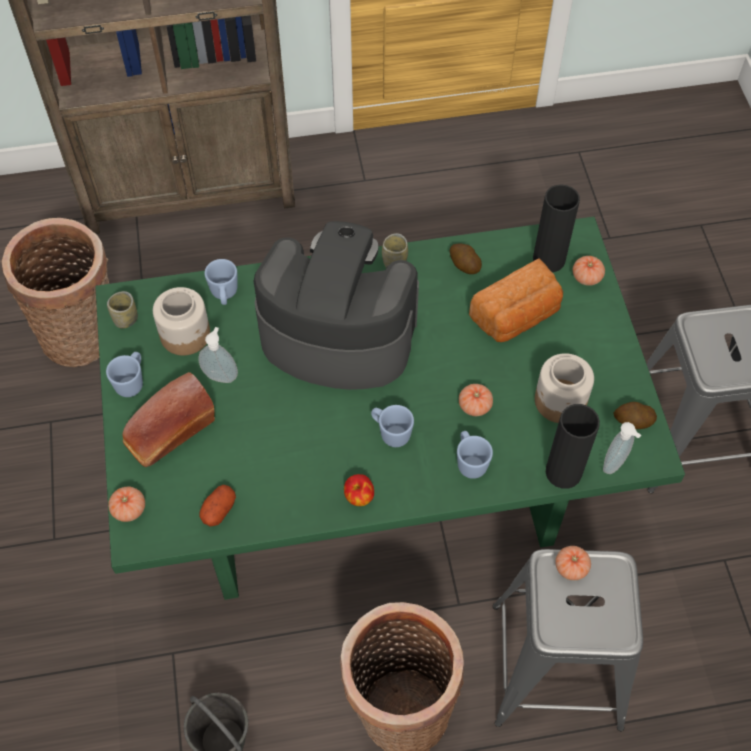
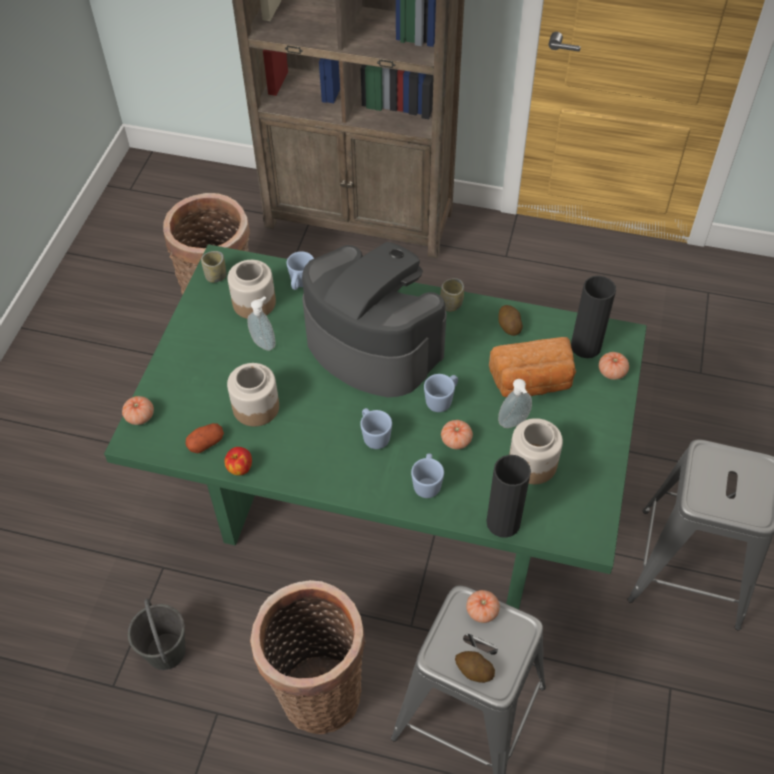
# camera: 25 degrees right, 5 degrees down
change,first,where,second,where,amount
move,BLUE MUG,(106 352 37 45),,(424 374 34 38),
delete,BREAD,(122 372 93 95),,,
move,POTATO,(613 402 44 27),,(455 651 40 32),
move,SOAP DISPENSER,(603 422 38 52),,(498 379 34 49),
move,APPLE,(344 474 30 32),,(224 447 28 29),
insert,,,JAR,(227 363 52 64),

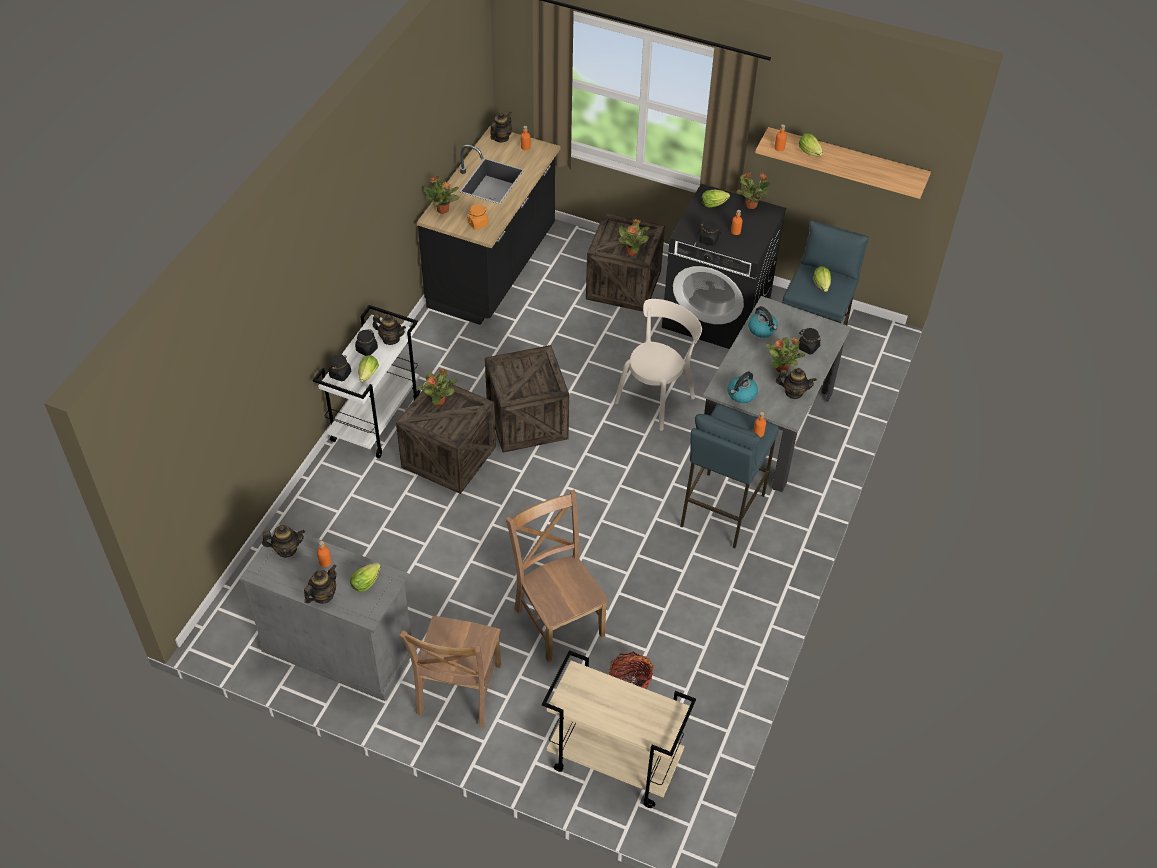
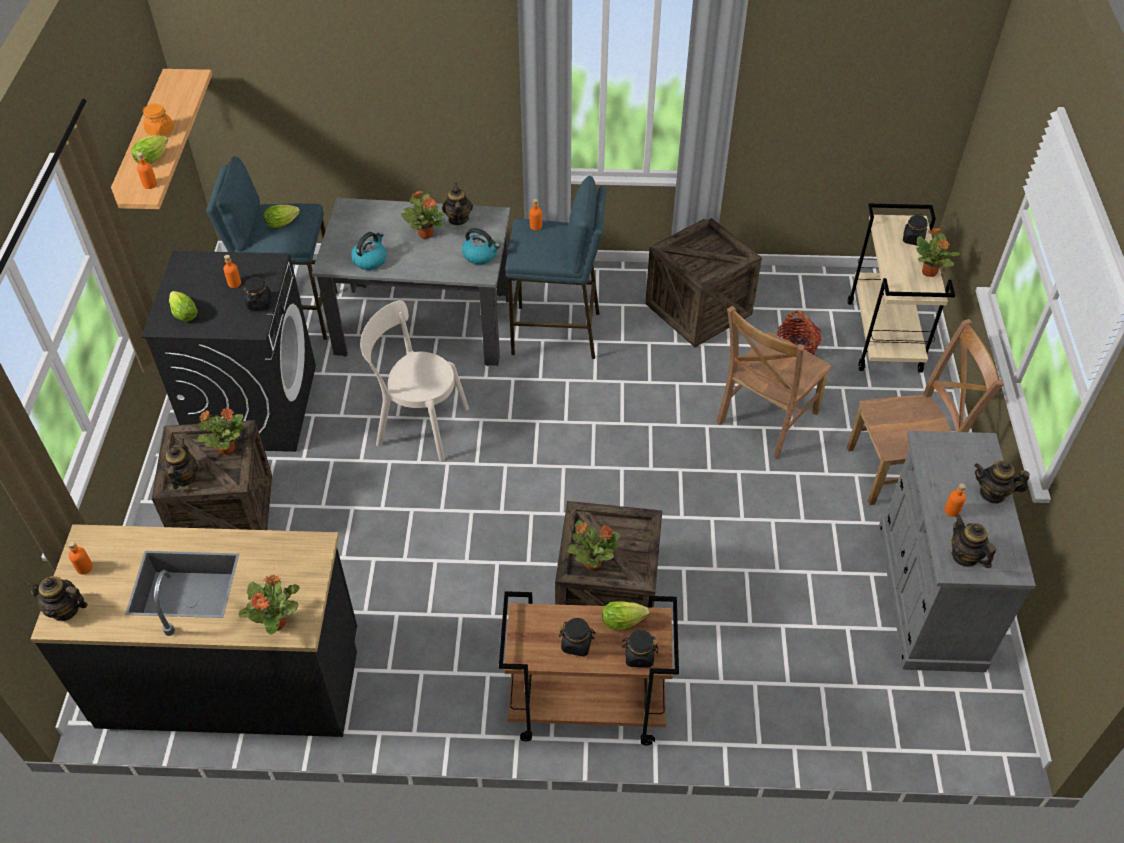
# camera: 110 degrees left, 0 degrees up
change,first,where,second,where,amount
move,POTTED PLANT,(736 172 35 37),,(916 228 44 49),
move,ORANGE JAR,(467 204 21 26),,(143 104 31 32),
recolor,WHITE CART,(313 305 107 153),BROWN CART,(499 591 180 155),
move,TEAPOT,(373 314 33 31),,(163 438 35 51),
move,BLACK JAR,(799 328 22 26),,(903 214 25 31),
move,CRATE,(485 345 84 108),,(645 218 117 129),
delete,LETTUCE,(350 563 31 29),,,

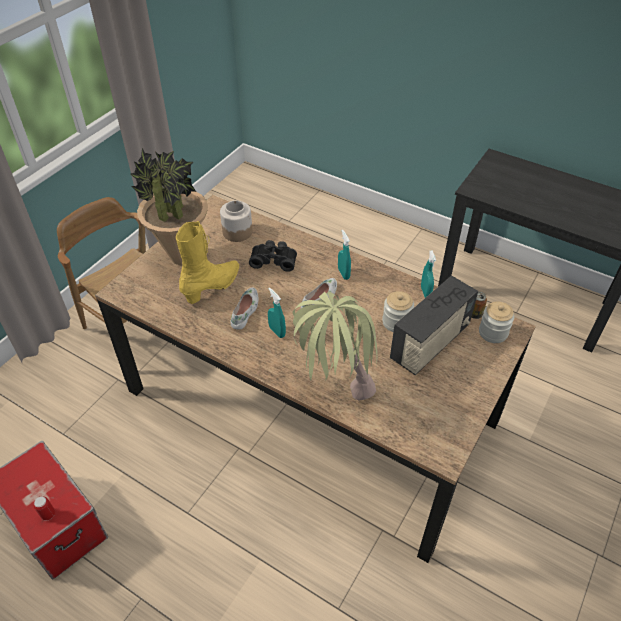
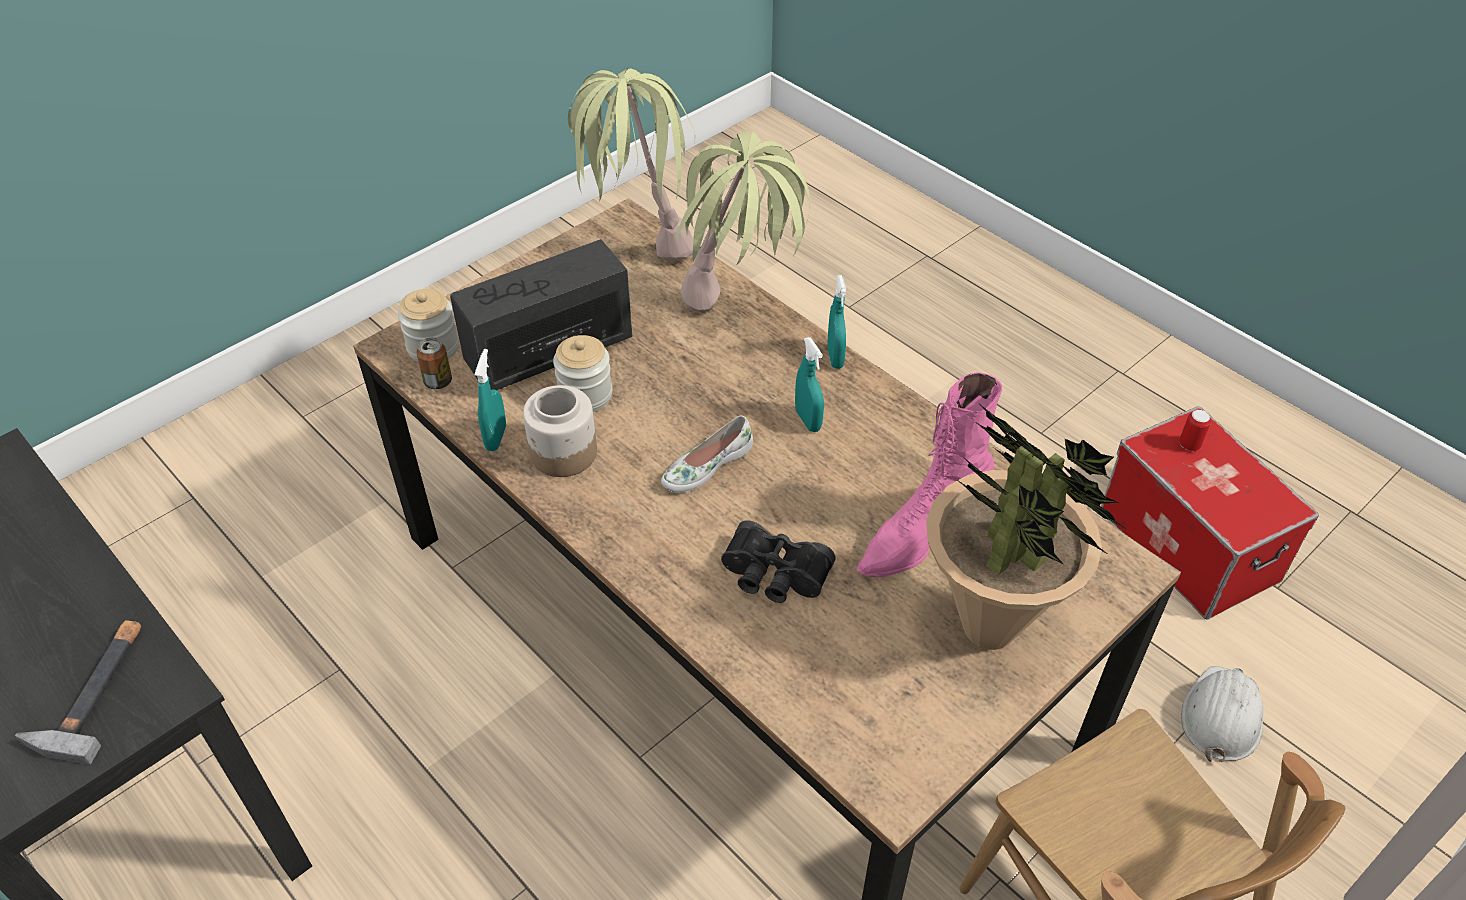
# camera: 165 degrees left, 0 degrees up
change,first,where,second,where,amount
move,JAR,(220 200 33 42),,(523 385 74 92),
recolor,YELLOW BOOT,(176 221 63 83),PINK BOOT,(857 372 145 205),
move,TURQUOISE SPRAY BOTTLE,(338 230 13 50),,(827 275 19 94),
delete,WHITE SHOE,(230 288 29 42),,,
insert,,,POTTED PLANT,(568 68 127 193),
insert,,,HAMMER,(15 620 126 144),
insert,,,WHITE HARD HAT,(1181 666 82 96),

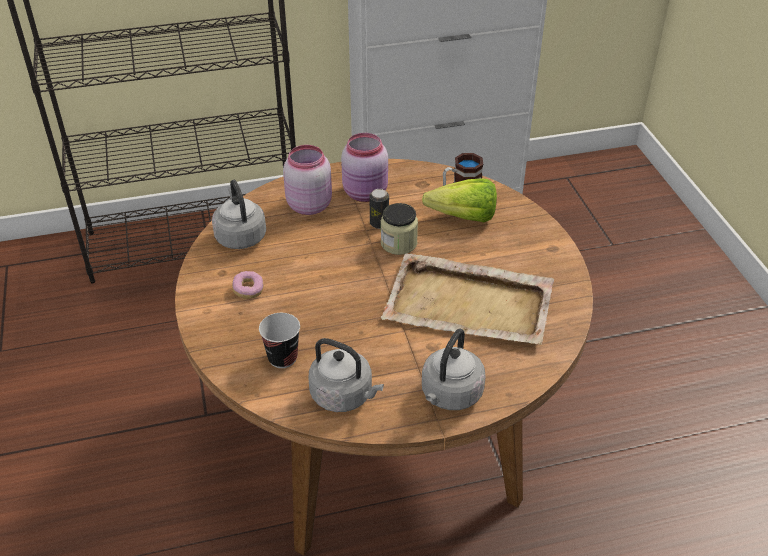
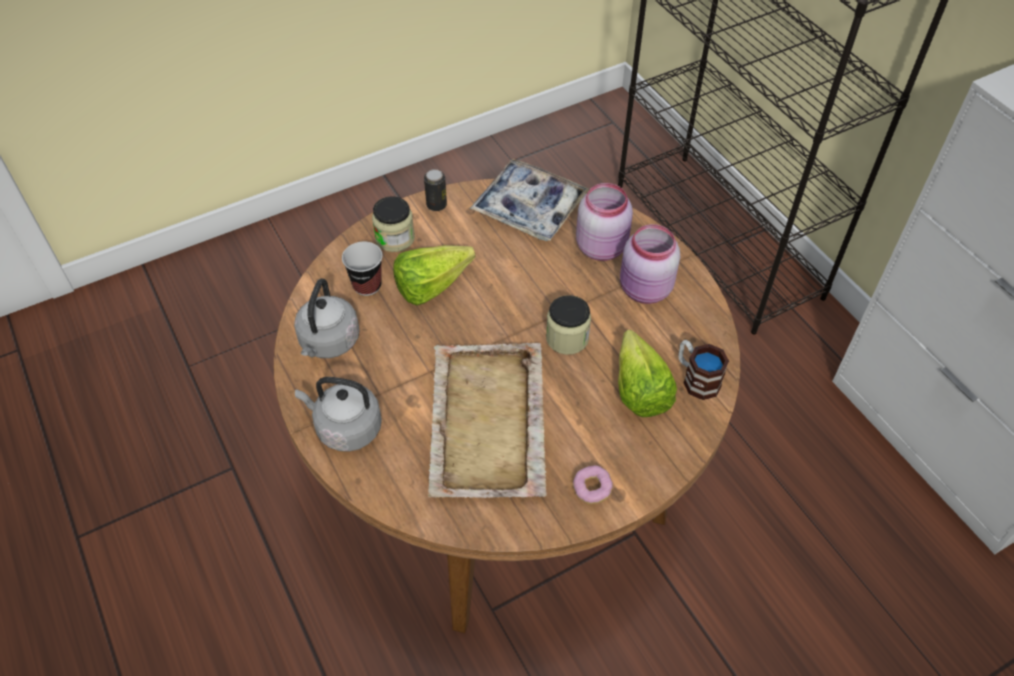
# camera: 75 degrees right, 10 degrees up
change,first,where,second,where,amount
replace,GREY KETTLE,(212 180 54 69),TRAY,(470 159 119 82),
move,CAN,(369 189 20 40),,(424 169 23 42),
move,DONUT,(232 271 32 28),,(573 465 40 39),
insert,,,JAR,(372 196 43 56),
insert,,,LETTUCE,(393 245 82 60),

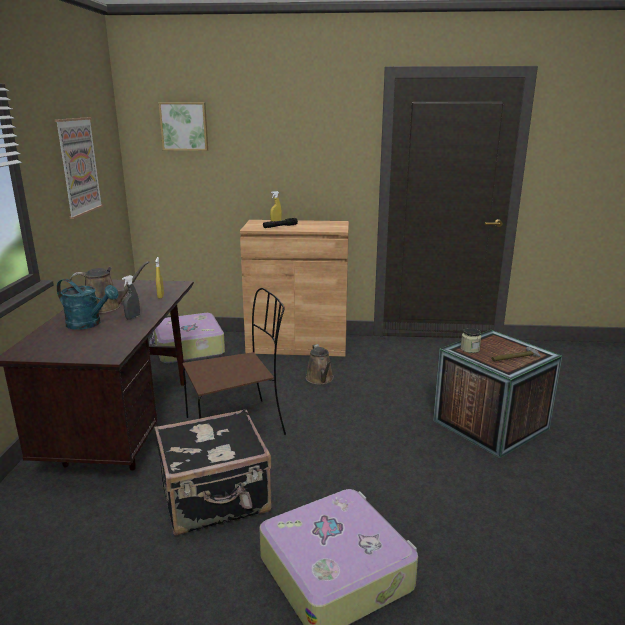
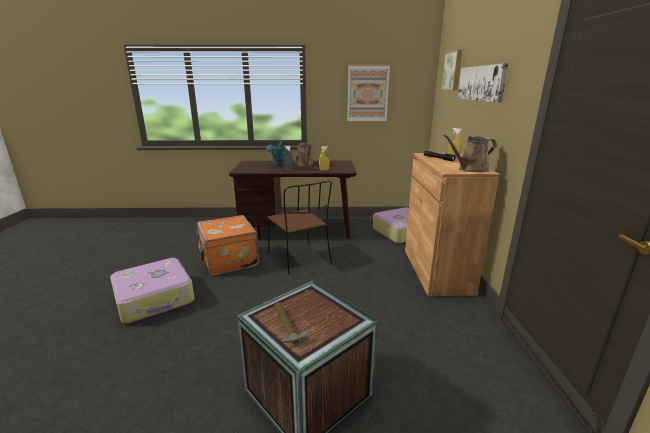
# camera: 85 degrees right, 0 degrees up
change,first,where,second,where,amount
delete,JAR,(461 328 20 25),,,
move,BROWN WATERING CAN,(306 344 28 41),,(443 134 53 38),
recolor,BLACK SUITCASE,(154 409 118 127),ORANGE SUITCASE,(197 215 62 61),
insert,,,PICTURE,(457 63 52 40),

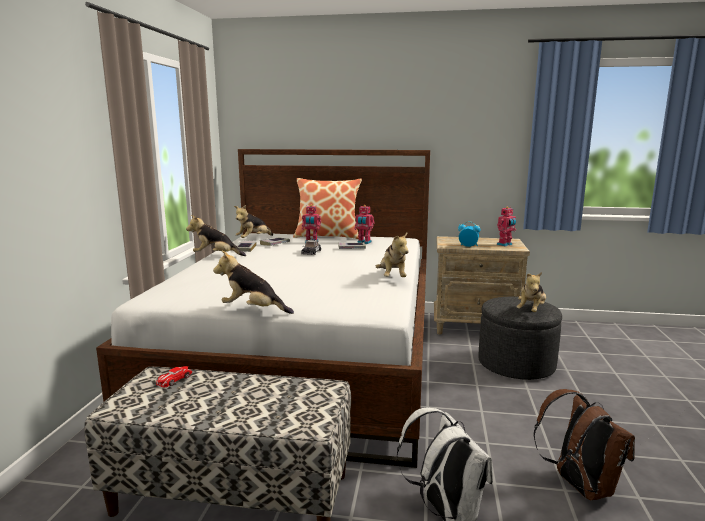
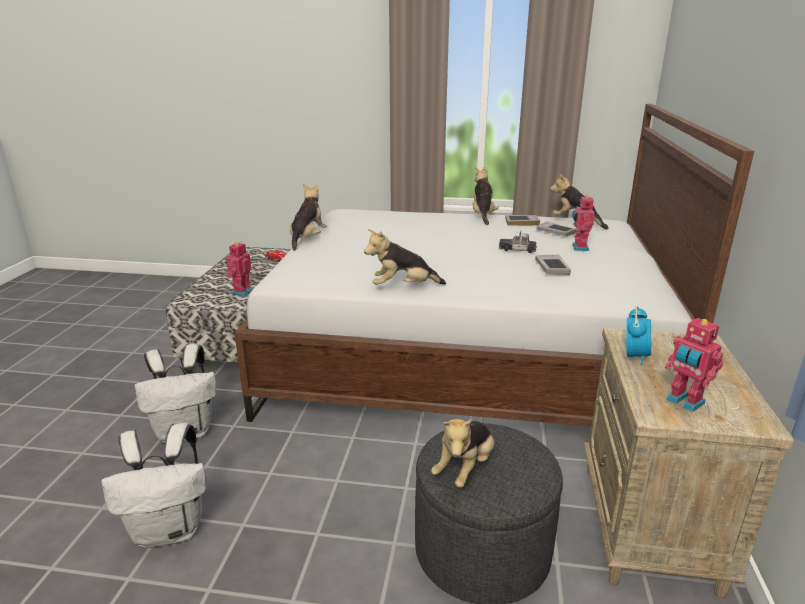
# camera: 90 degrees right, 10 degrees up
change,first,where,second,where,amount
delete,PILLOW,(293 178 69 61),,,
move,TOY ROBOT,(354 205 21 39),,(226 241 27 56),
rotate,PLUSH TOY,(517 272 29 40),,(431 418 64 70),90 degrees counterclockwise
recolor,BROWN BACKPACK,(533 389 102 111),WHITE BACKPACK,(101 423 105 125),

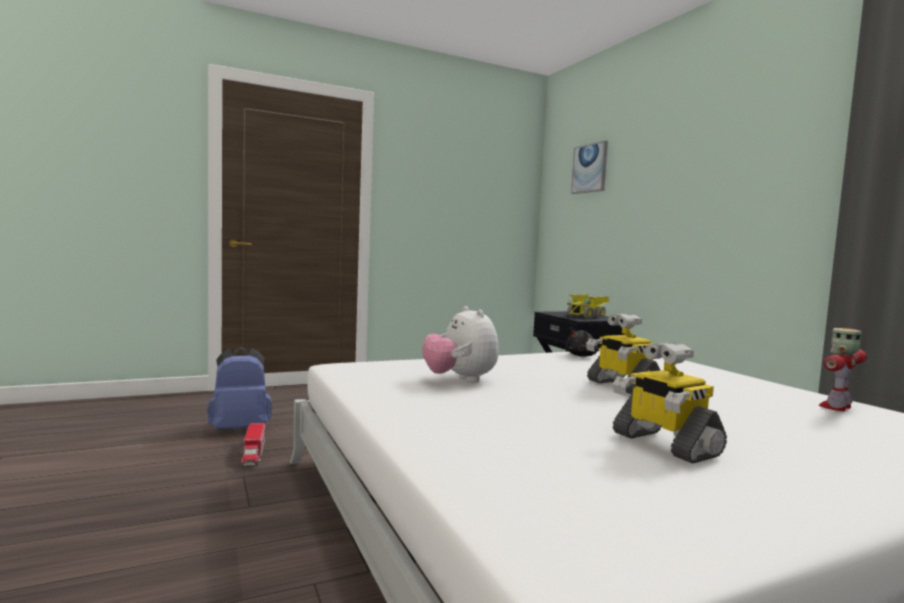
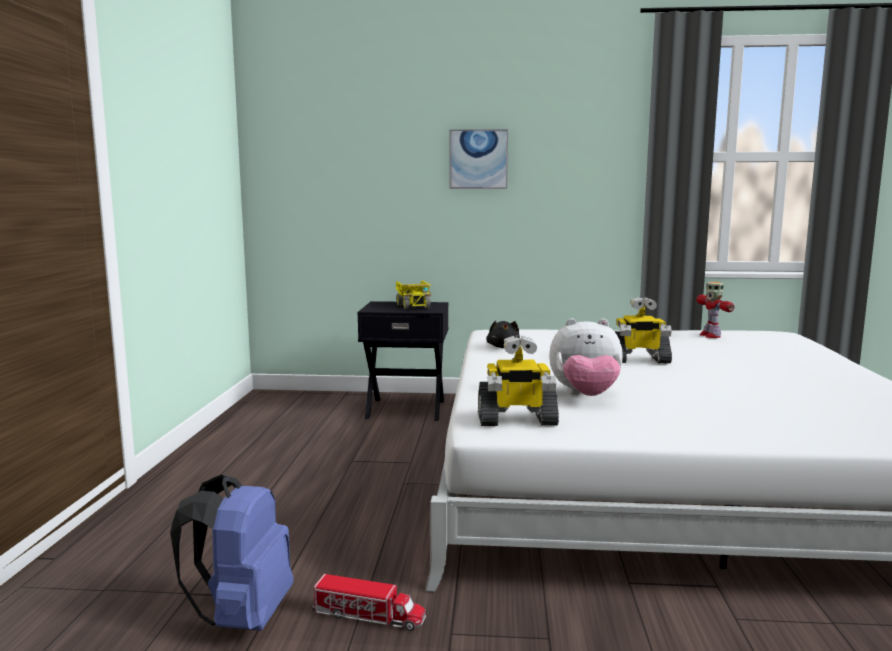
# camera: 60 degrees left, 5 degrees up
change,first,where,second,where,amount
move,PICTURE,(571 141 37 53),,(450 129 58 60),
move,TOY ROBOT,(613 343 114 121),,(478 336 81 90),

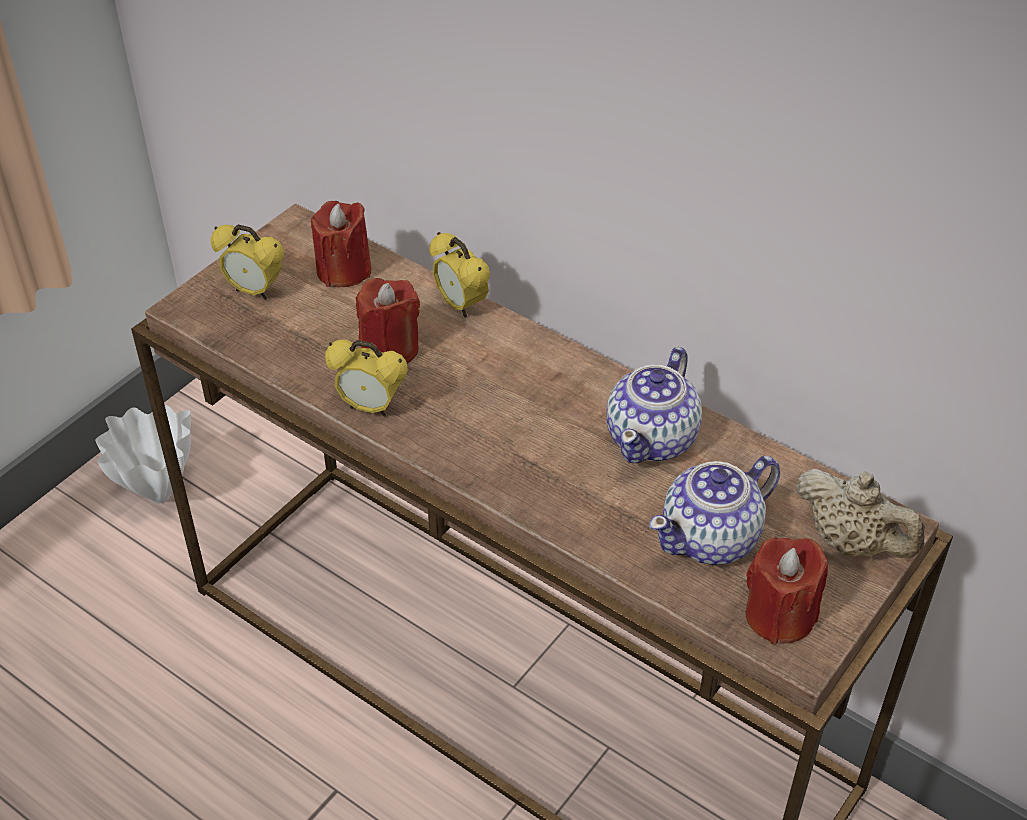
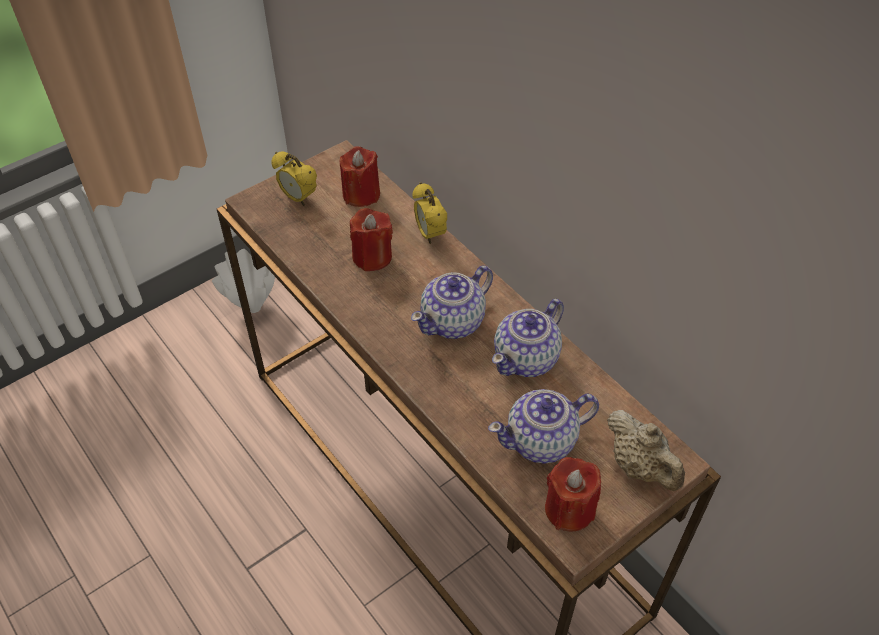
# camera: 15 degrees right, 5 degrees up
change,first,where,second,where,amount
delete,ALARM CLOCK,(325 339 83 78),,,
insert,,,TEAPOT,(411 266 82 73),

